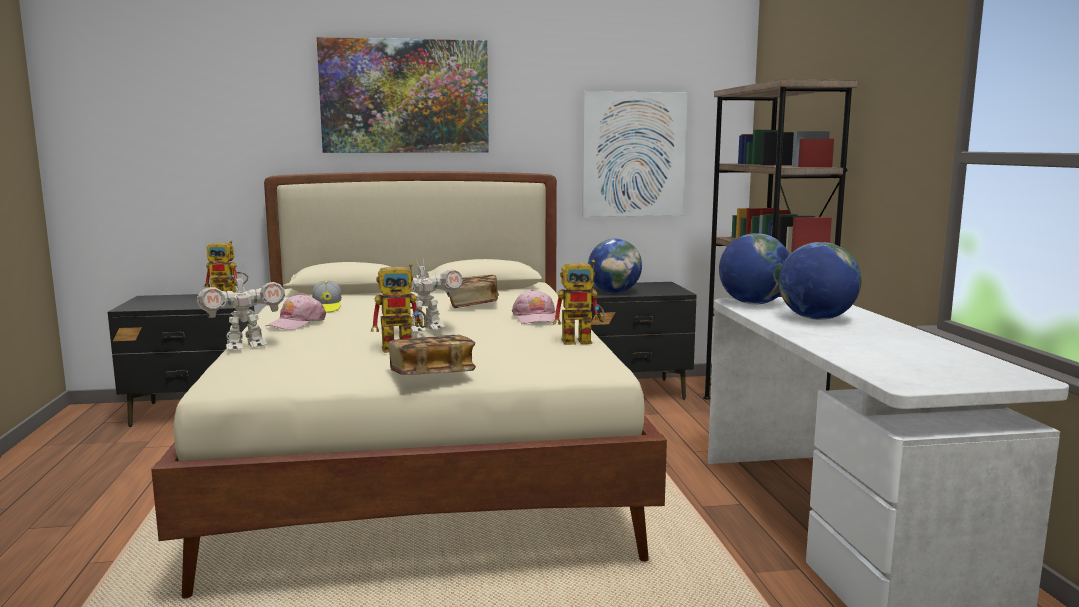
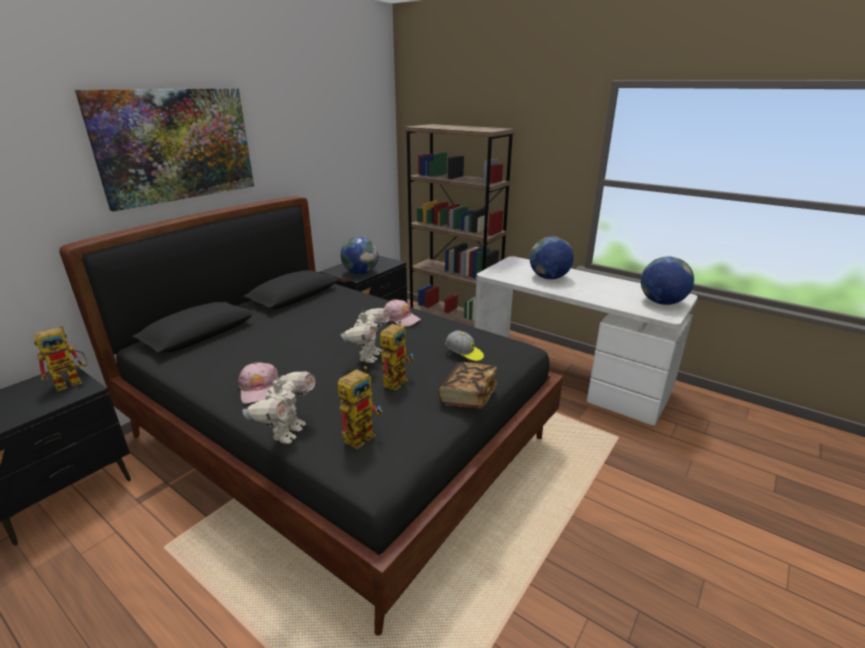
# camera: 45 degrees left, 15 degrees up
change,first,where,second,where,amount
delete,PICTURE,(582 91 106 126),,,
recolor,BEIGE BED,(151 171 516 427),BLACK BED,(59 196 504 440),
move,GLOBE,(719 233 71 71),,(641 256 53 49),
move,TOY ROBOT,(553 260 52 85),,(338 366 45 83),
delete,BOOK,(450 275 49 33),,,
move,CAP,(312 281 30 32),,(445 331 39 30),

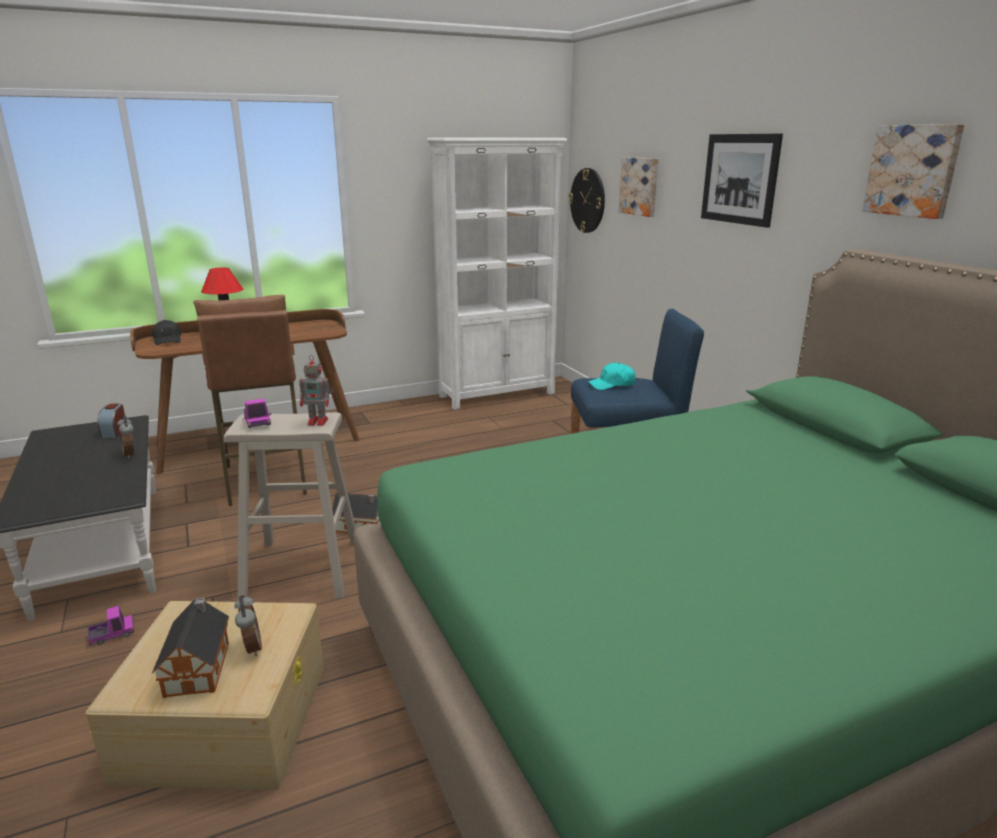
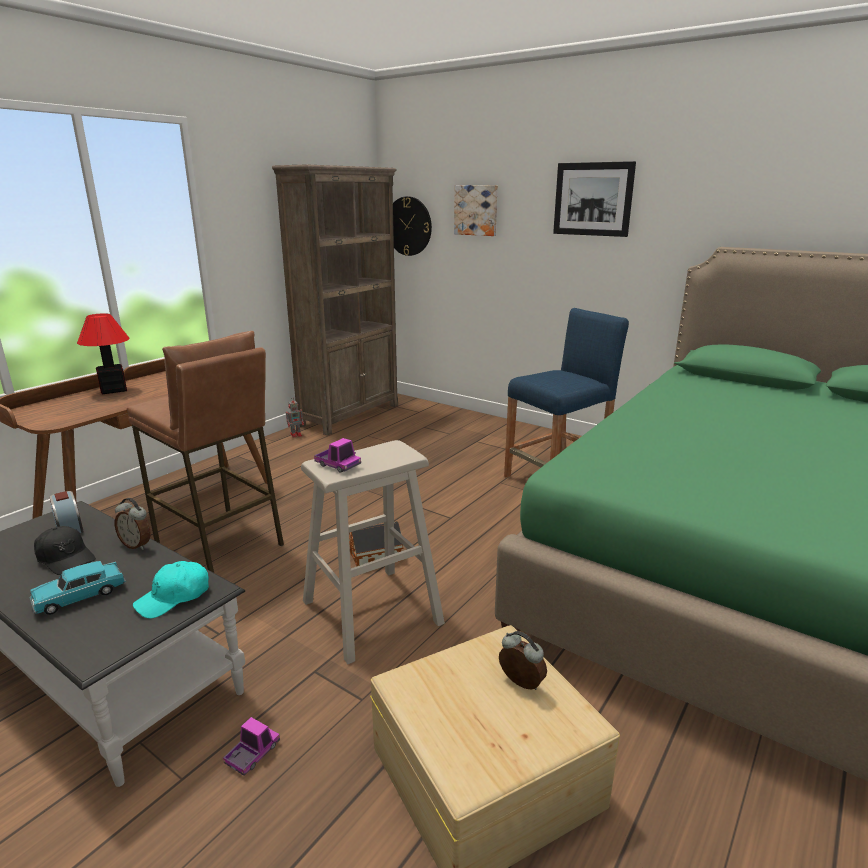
# camera: 30 degrees left, 0 degrees up
change,first,where,second,where,amount
delete,PICTURE,(862 124 102 95),,,
recolor,WHITE BOOKCASE,(427 138 140 272),BROWN BOOKCASE,(272 164 126 271),
move,BLACK CAP,(152 320 29 25),,(34 526 62 49),
move,TOY ROBOT,(299 355 34 71),,(286 397 18 41),
move,TURQUOISE CAP,(588 363 48 27),,(133 561 76 58),
delete,TOY HOUSE,(152 598 77 100),,,
insert,,,TURQUOISE TOY CAR,(30 561 96 54),

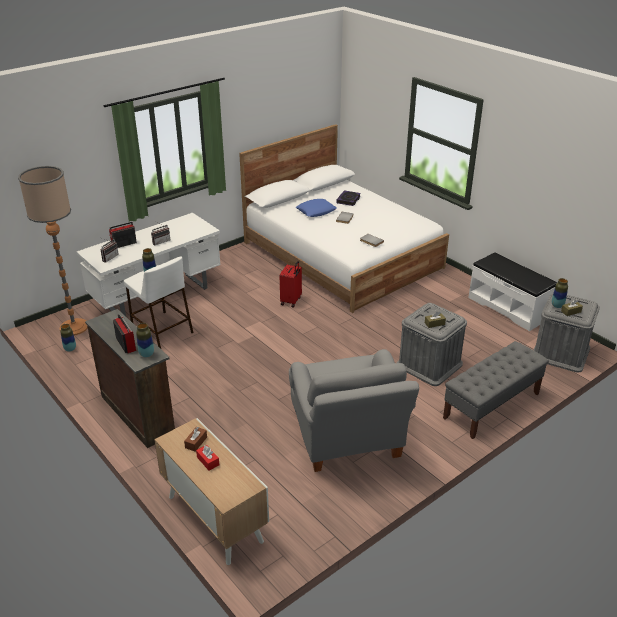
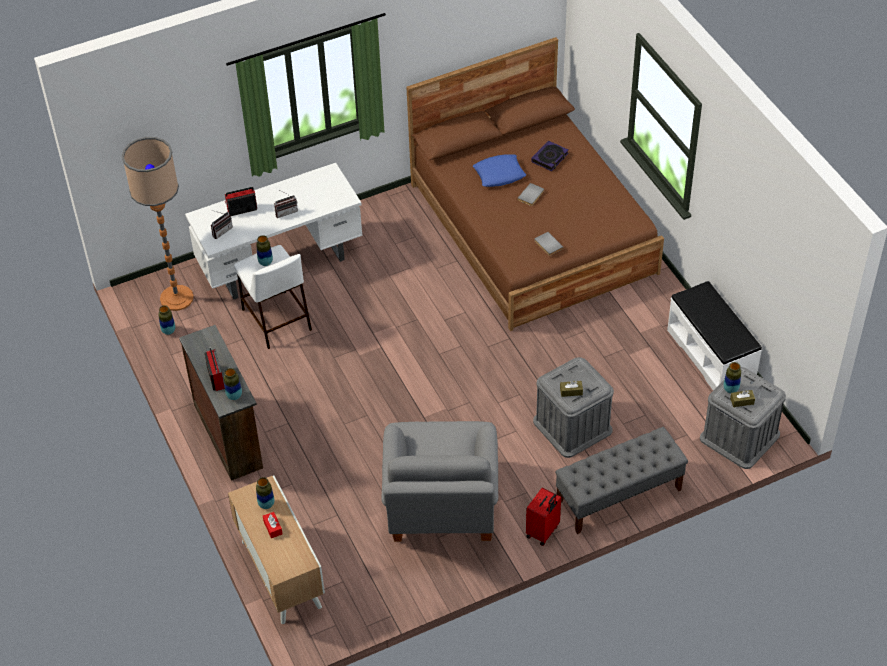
# camera: 15 degrees right, 15 degrees up
change,first,where,second,where,amount
recolor,WHITE BED,(239 124 210 189),BROWN BED,(406 37 258 294),
move,RED SUITCASE,(280 261 22 46),,(526 487 35 59),
replace,BROWN TISSUE BOX,(184 427 23 25),VASE,(256 477 18 32),

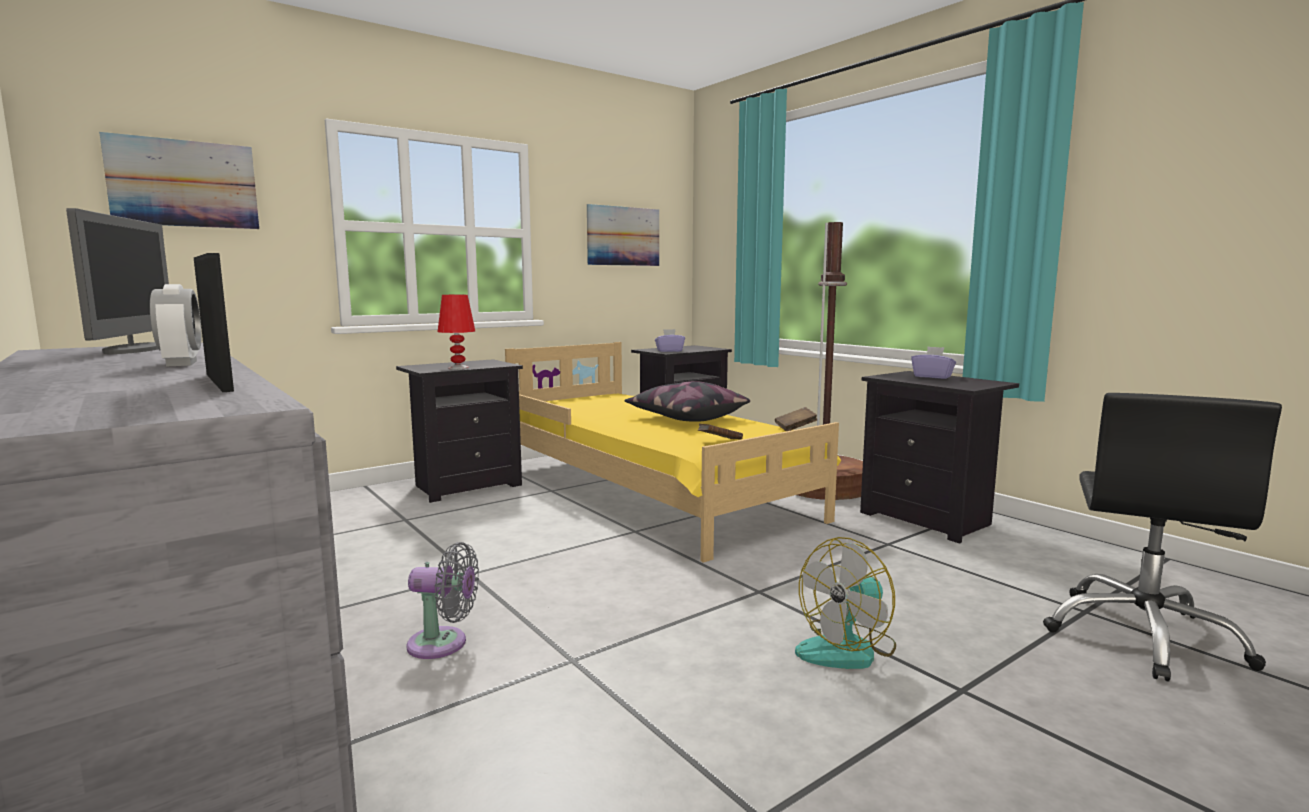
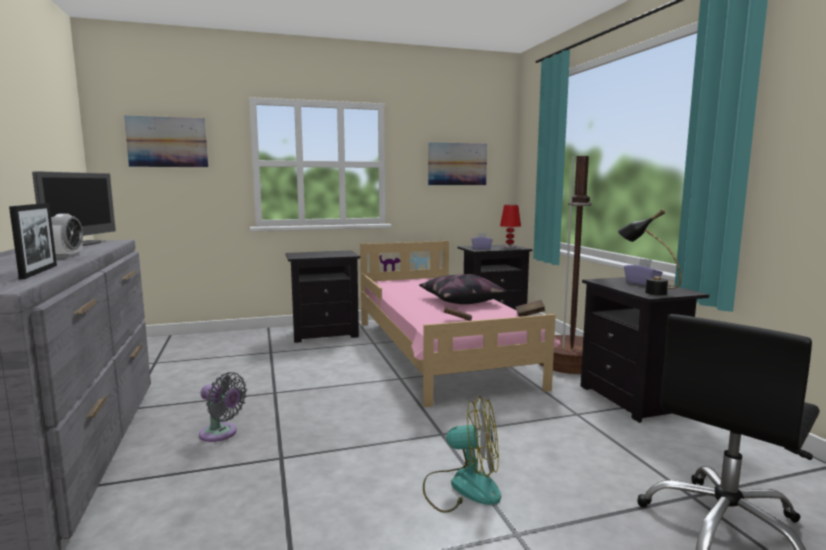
# camera: 20 degrees right, 0 degrees up
change,first,where,second,where,amount
move,RED TABLE LAMP,(438 295 37 75),,(500 205 21 43),
recolor,YELLOW BED,(505 342 336 221),PINK BED,(360 241 200 166),
rotate,FAN,(795 537 101 132),,(423 396 78 117),150 degrees counterclockwise
insert,,,BLACK TABLE LAMP,(618 209 63 86),

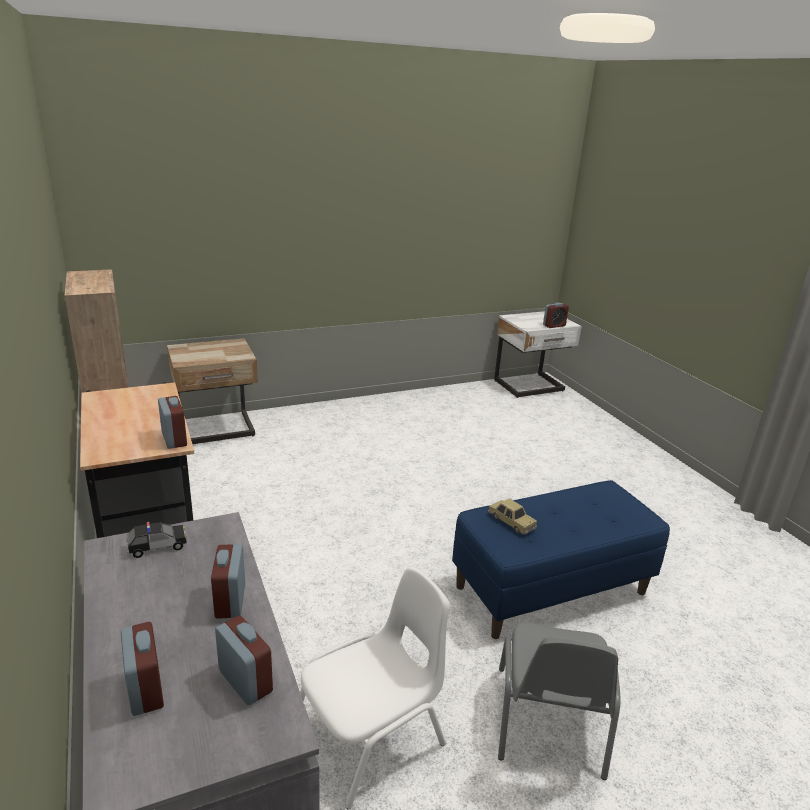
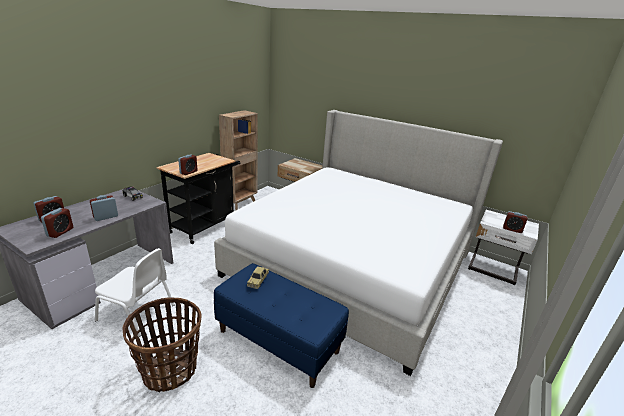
# camera: 55 degrees right, 0 degrees up
change,first,where,second,where,amount
replace,GREY CHAIR,(498 622 122 158),BASKET,(122 298 79 94),
insert,,,BED,(214 110 289 266),

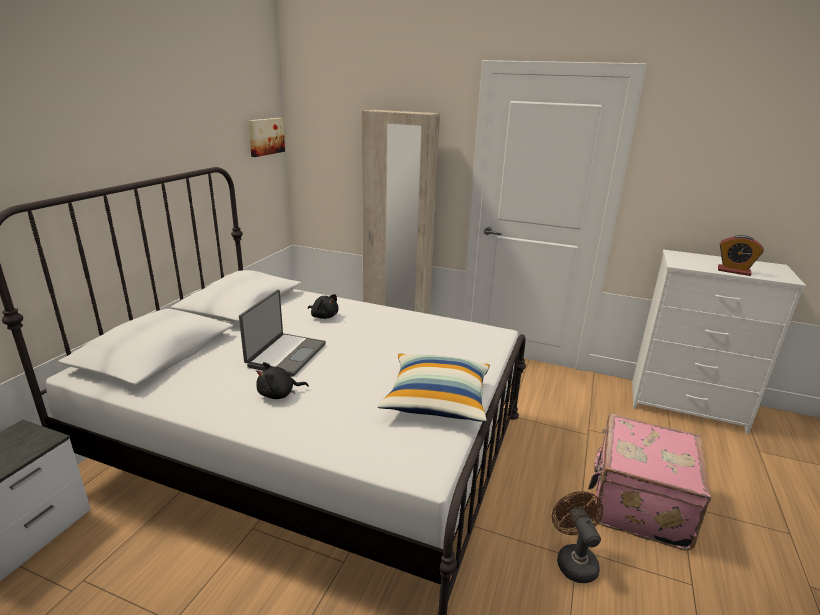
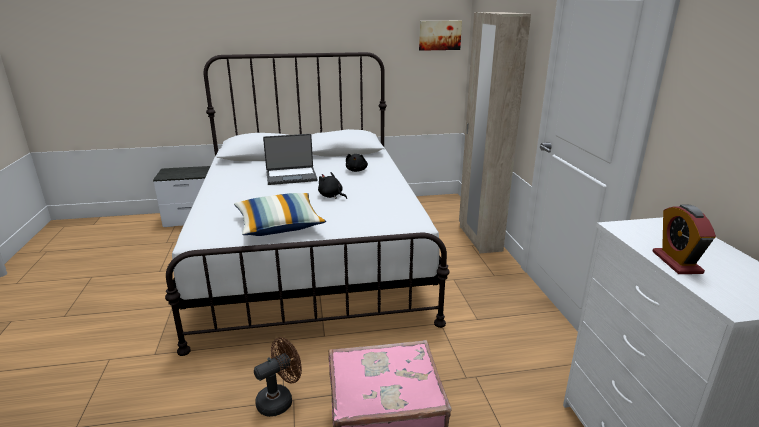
# camera: 60 degrees right, 0 degrees up
change,first,where,second,where,amount
move,BLACK PLUSH TOY,(256 362 53 37),,(318 172 29 27),

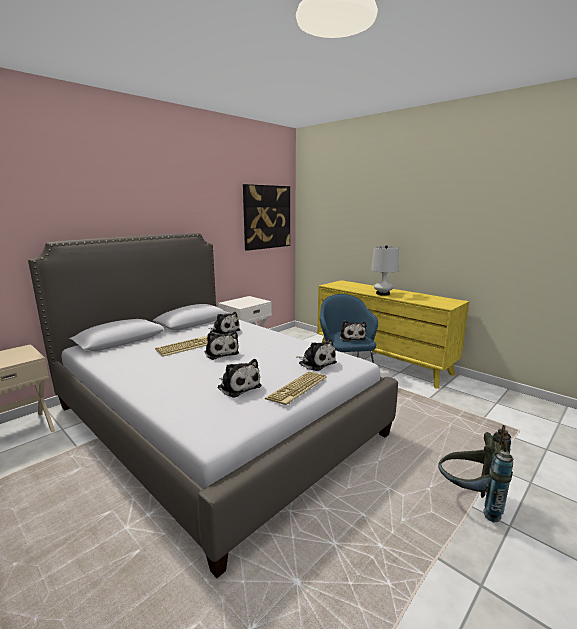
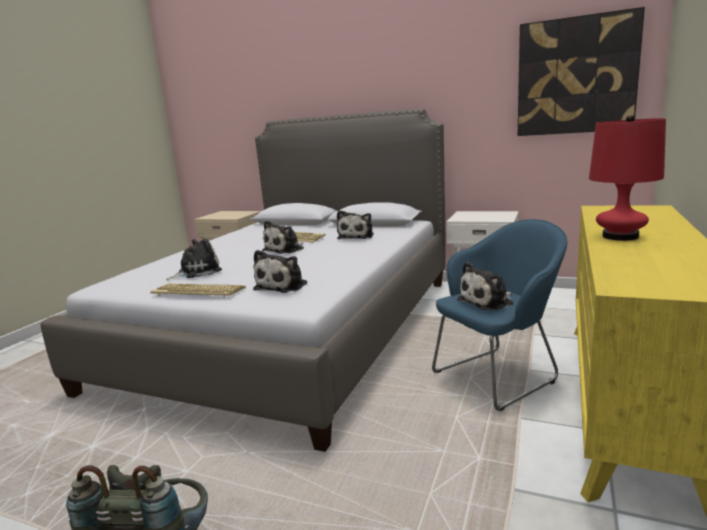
# camera: 70 degrees right, 0 degrees up
change,first,where,second,where,amount
recolor,WHITE TABLE LAMP,(371 245 28 51),RED TABLE LAMP,(589 115 77 126),
rotate,PLUSH TOY,(217 359 45 39),,(166 239 56 41),150 degrees counterclockwise

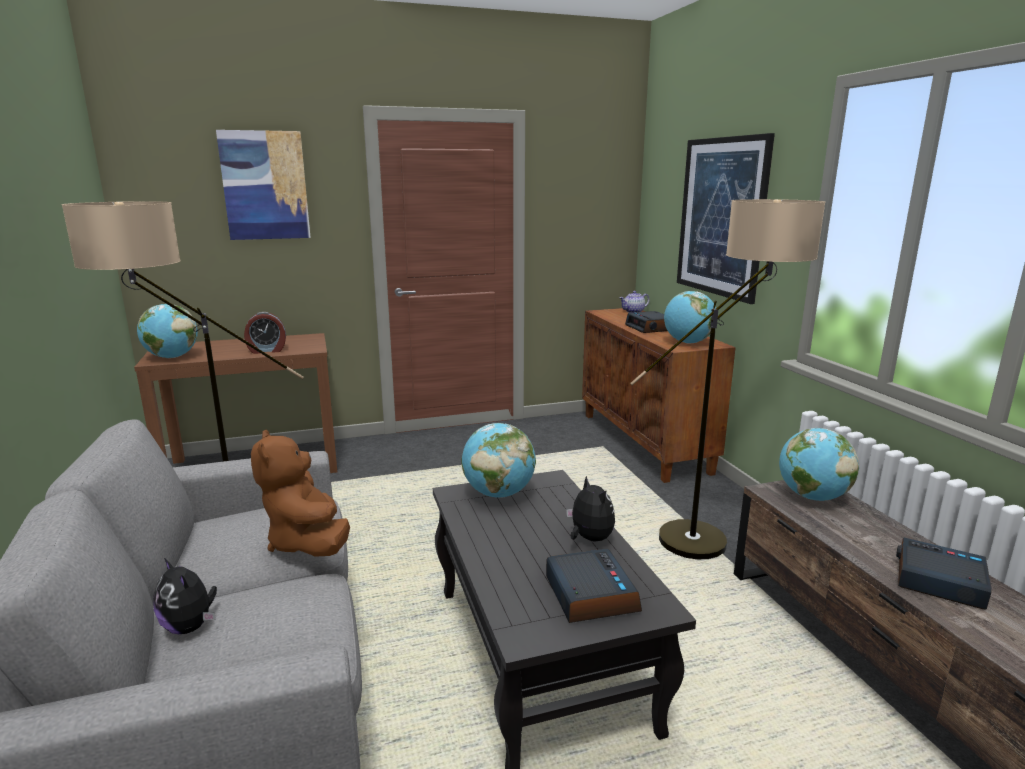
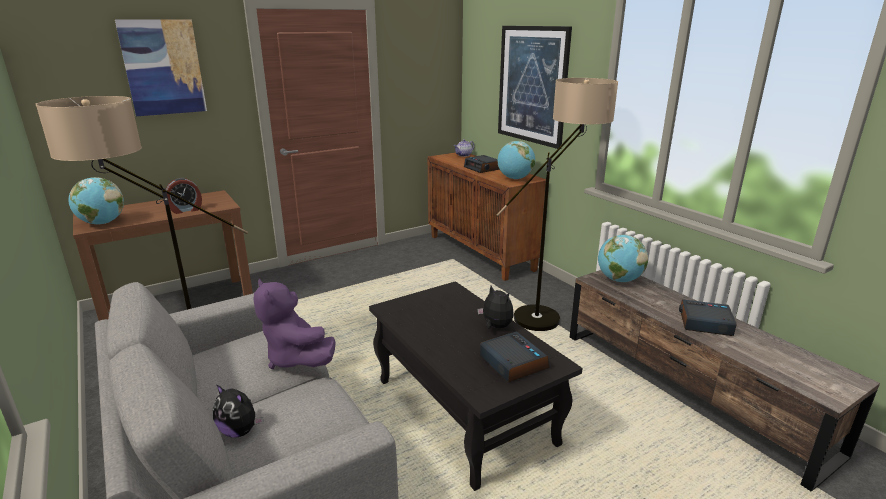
# camera: 15 degrees left, 5 degrees up
change,first,where,second,where,amount
delete,GLOBE,(462 423 74 75),,,
recolor,BROWN PLUSH TOY,(251 429 99 128),PURPLE PLUSH TOY,(253 278 83 91),

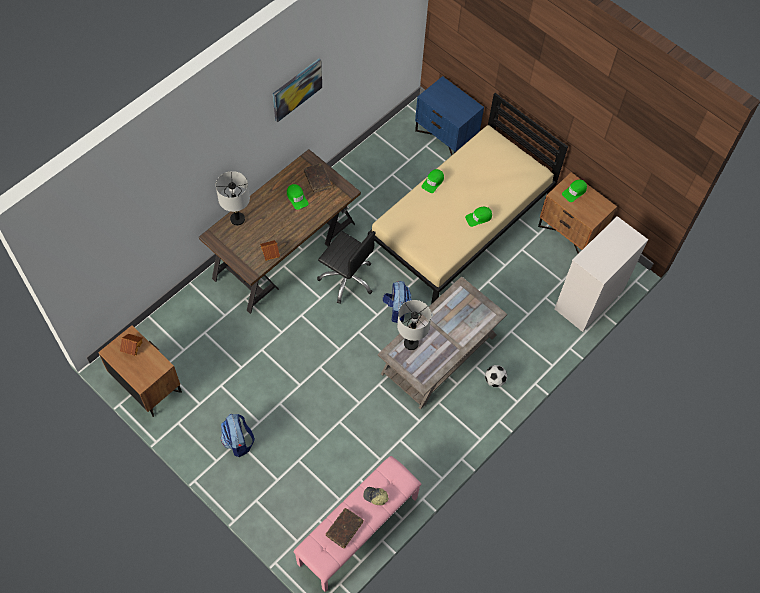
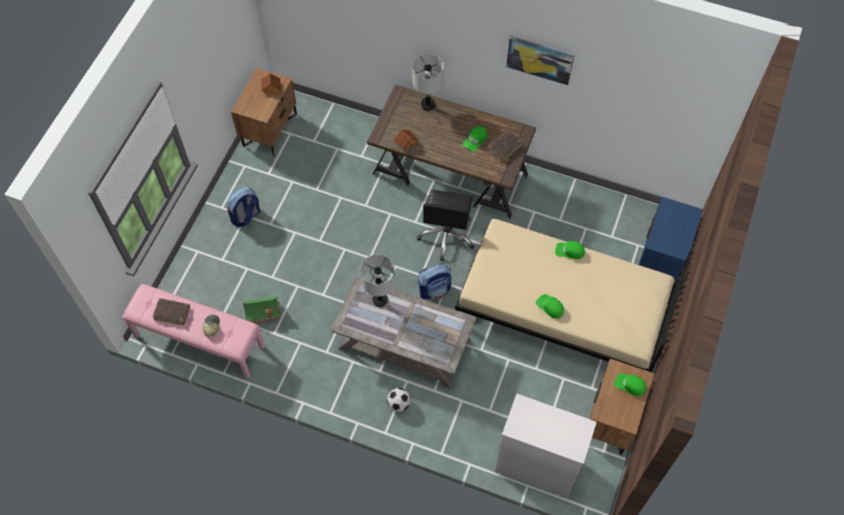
# camera: 70 degrees right, 0 degrees up
change,first,where,second,where,amount
insert,,,TOY HOUSE,(243 296 38 28),

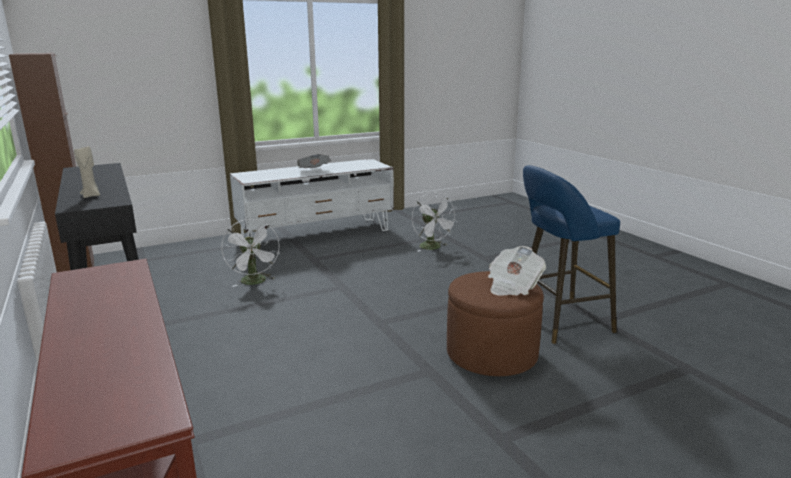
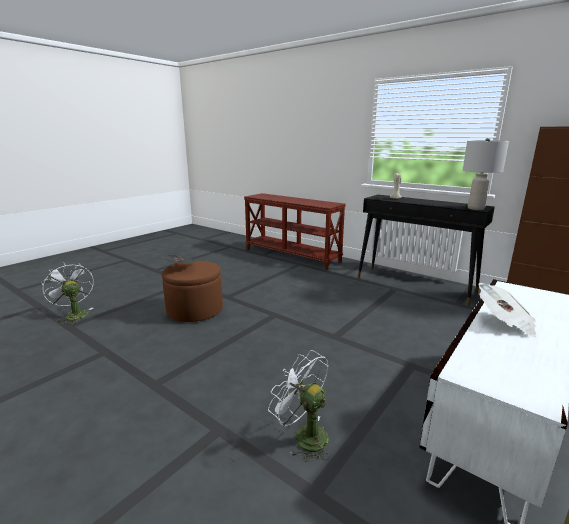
# camera: 155 degrees right, 0 degrees up
change,first,where,second,where,amount
delete,BLUE STOOL,(523 165 97 179),,,
move,WHITE FAN,(221 219 59 68),,(41 263 53 61),
insert,,,GREY TABLE LAMP,(463 138 46 72),

